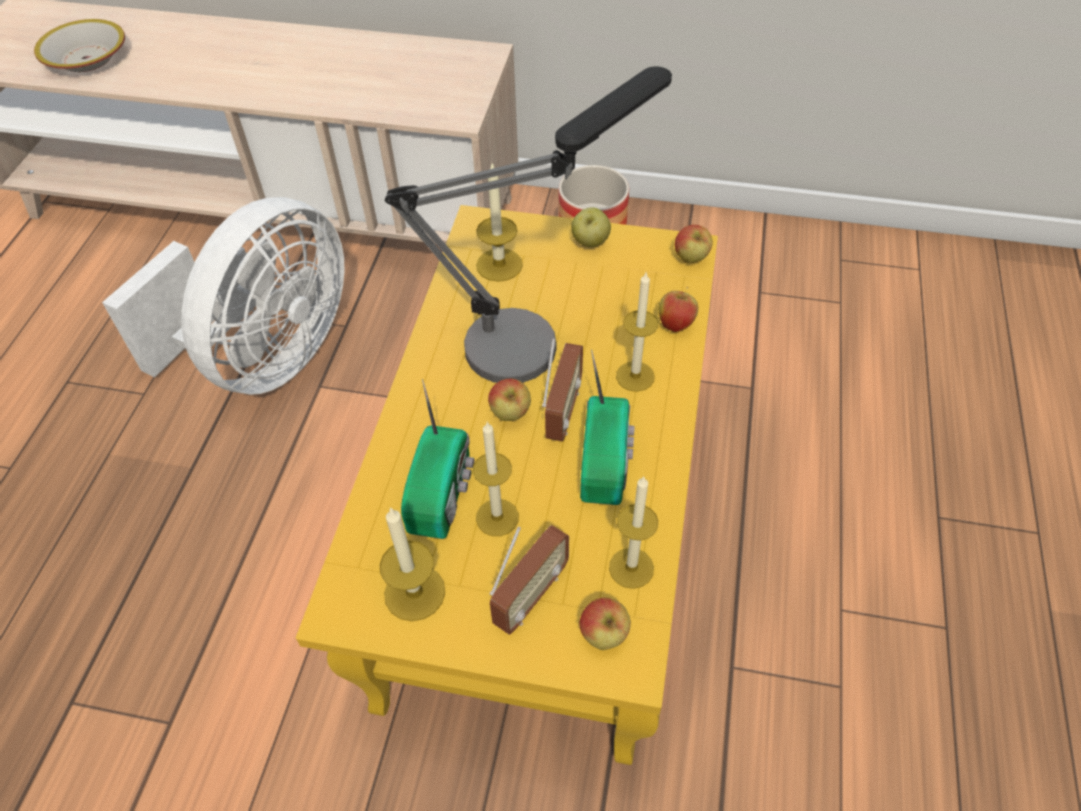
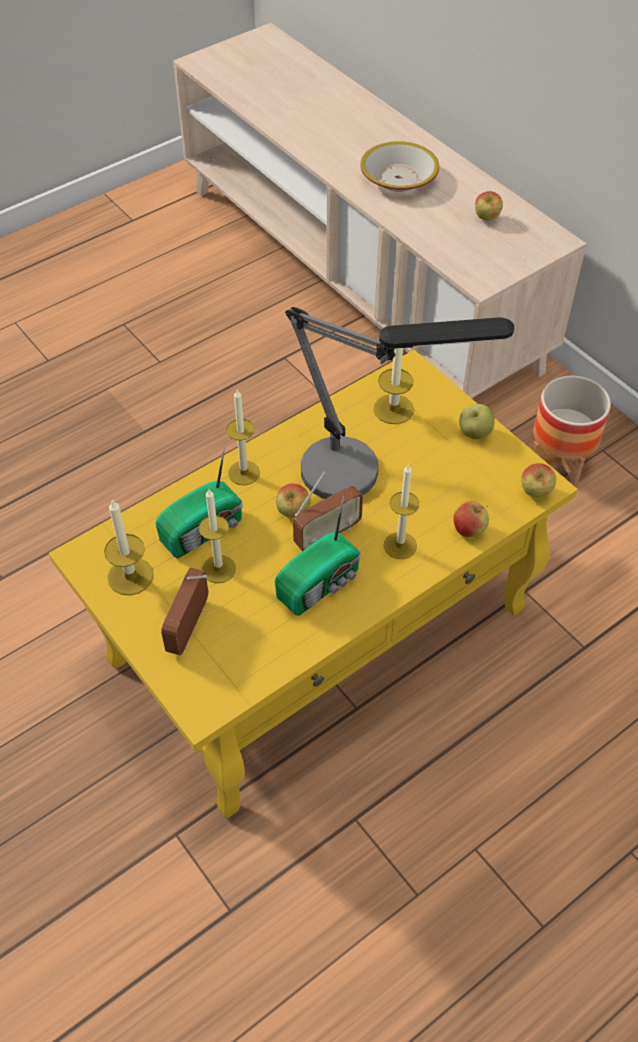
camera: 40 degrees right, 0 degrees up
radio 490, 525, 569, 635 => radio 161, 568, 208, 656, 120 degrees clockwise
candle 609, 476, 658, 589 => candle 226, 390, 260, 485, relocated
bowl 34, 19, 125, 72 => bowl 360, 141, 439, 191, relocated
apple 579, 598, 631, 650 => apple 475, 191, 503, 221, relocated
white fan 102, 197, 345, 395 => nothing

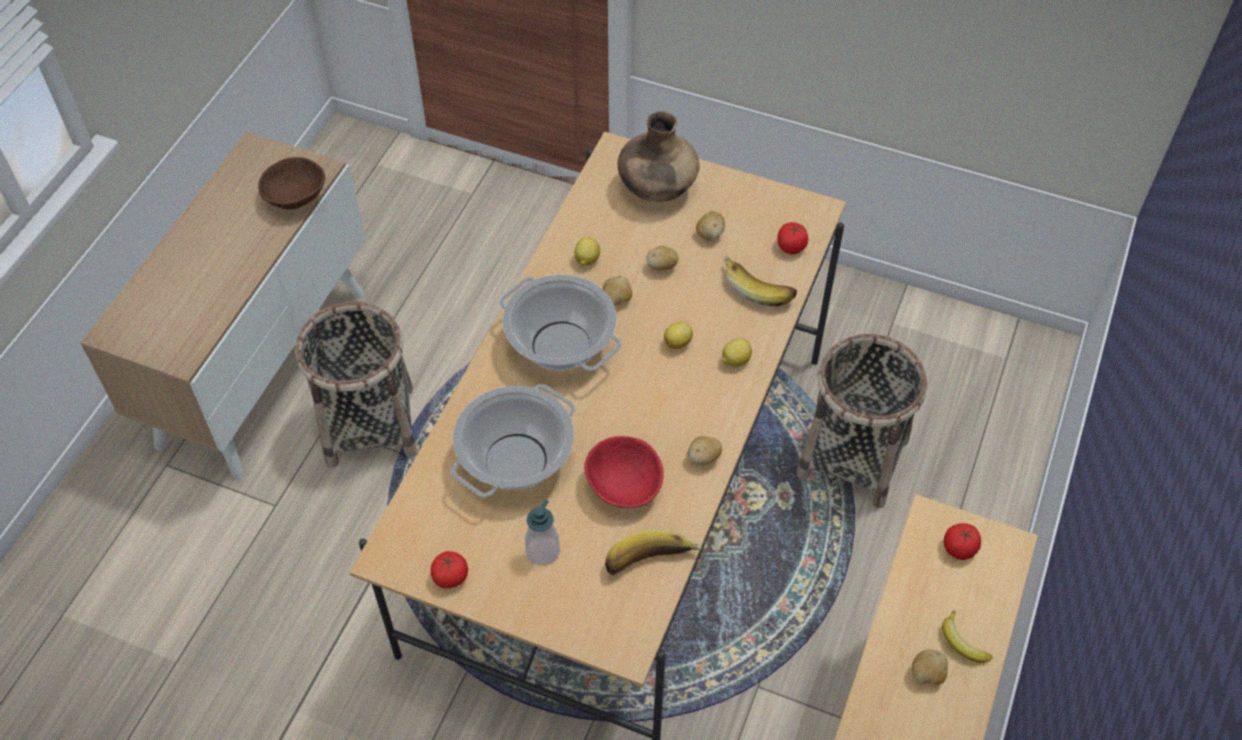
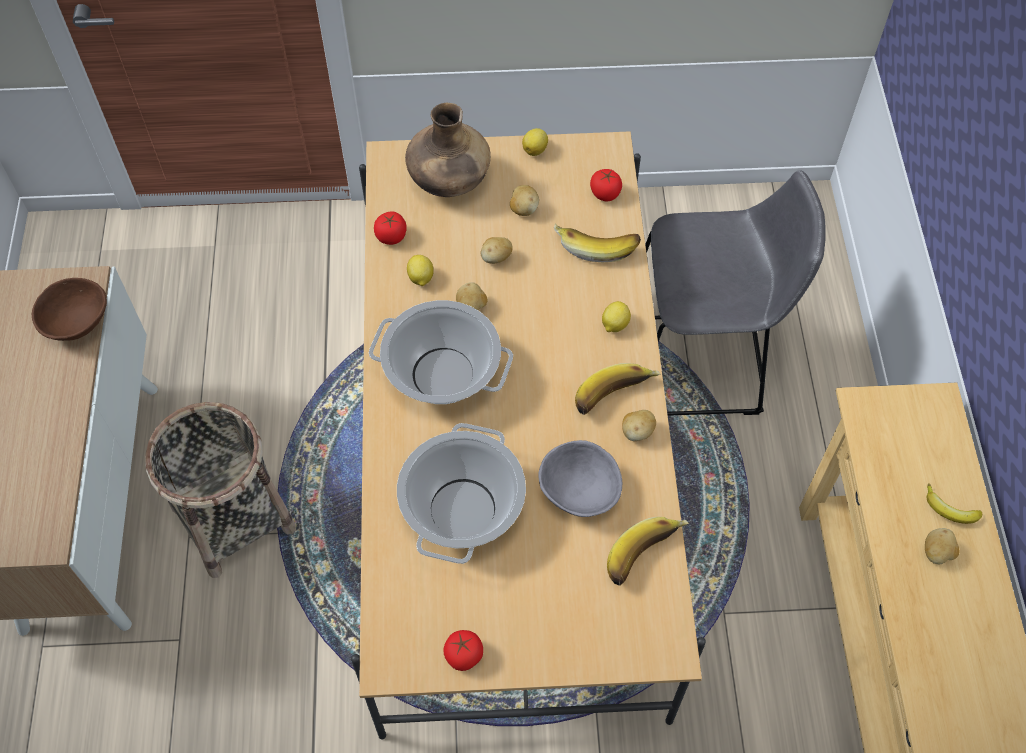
camera: 25 degrees left, 5 degrees up
tomato 944, 523, 981, 560 => tomato 374, 211, 406, 245, relocated
lemon 664, 322, 693, 349 => lemon 522, 128, 548, 156, relocated
red bowl 584, 436, 664, 508 => grey bowl 538, 440, 622, 517
nothing => banana 575, 363, 661, 415
basket 797, 334, 927, 508 => grey stool 645, 170, 826, 416
soap dispenser 525, 500, 560, 566 => nothing

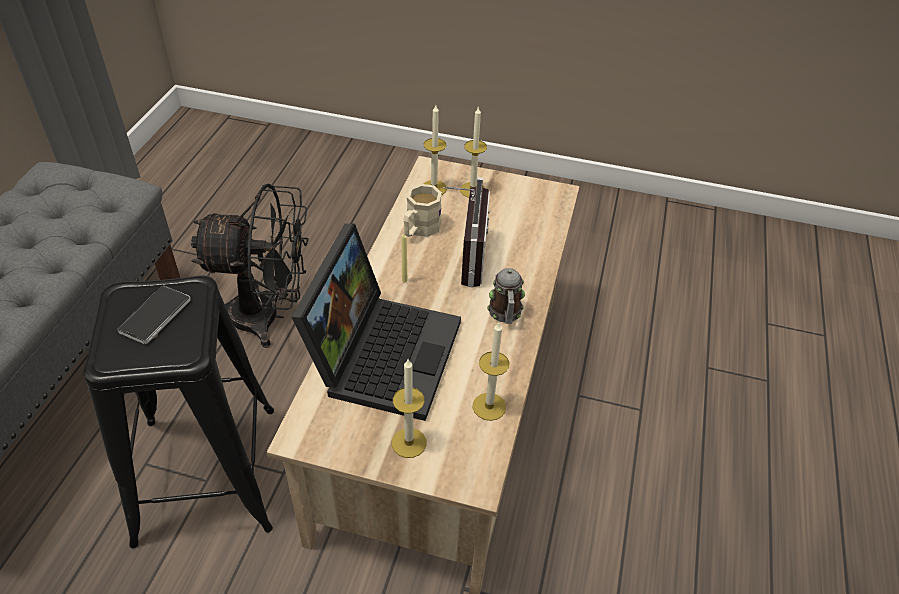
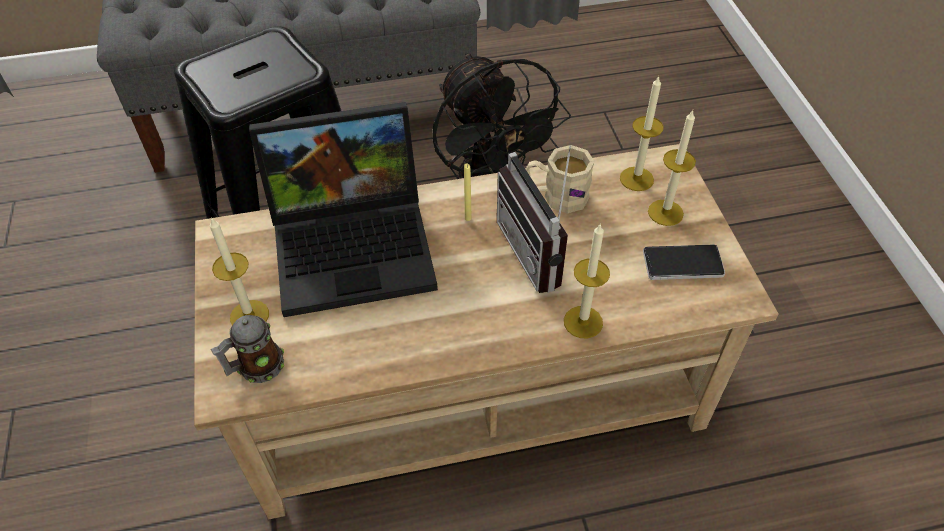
camera: 65 degrees right, 5 degrees up
mug 487, 268, 525, 324 => mug 211, 315, 284, 383, relocated
radio 443, 177, 490, 287 => radio 497, 145, 571, 293, 90 degrees clockwise
candle 472, 322, 510, 421 => candle 564, 224, 610, 338, relocated
phone 118, 286, 191, 344 => phone 643, 244, 725, 280, relocated

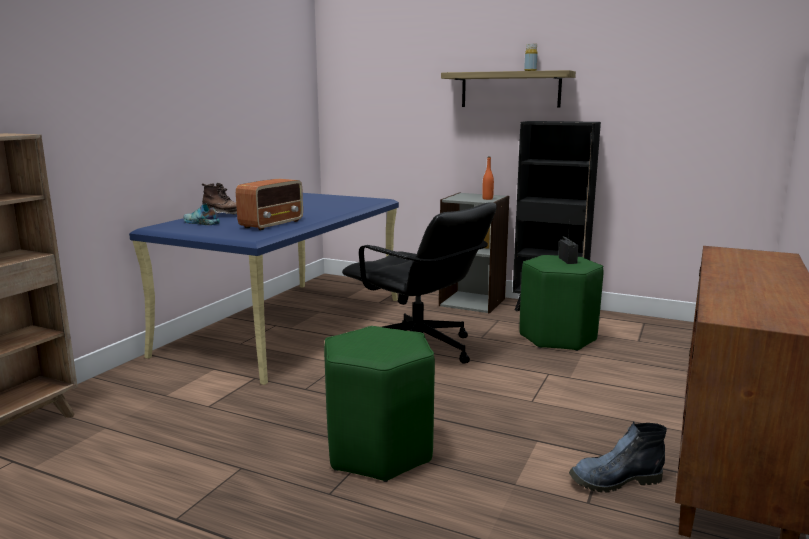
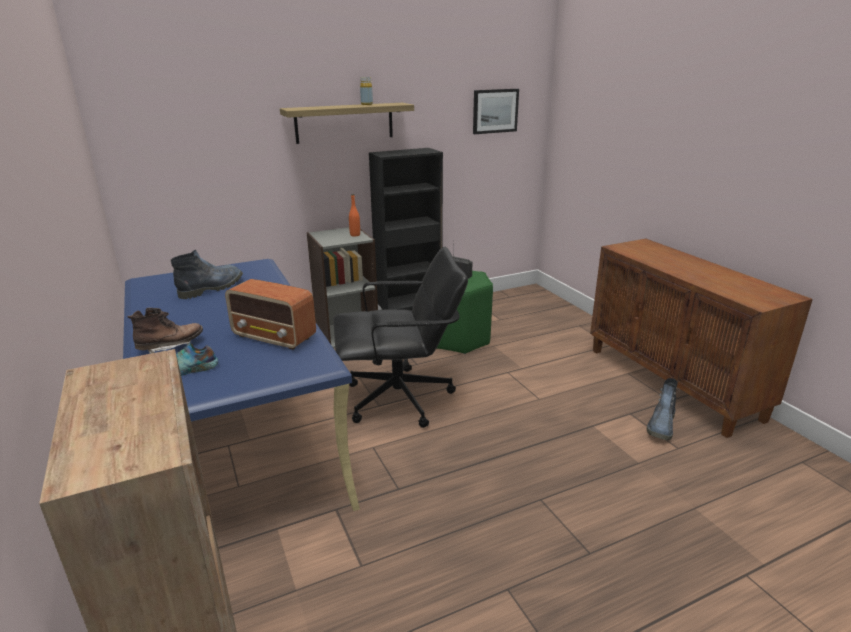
camera: 50 degrees left, 10 degrees up
nothing => boot 171, 250, 243, 299
radio 236, 179, 303, 230 => radio 225, 279, 316, 350, 135 degrees clockwise
nothing => picture 473, 89, 519, 134
green stool 324, 326, 435, 482 => nothing

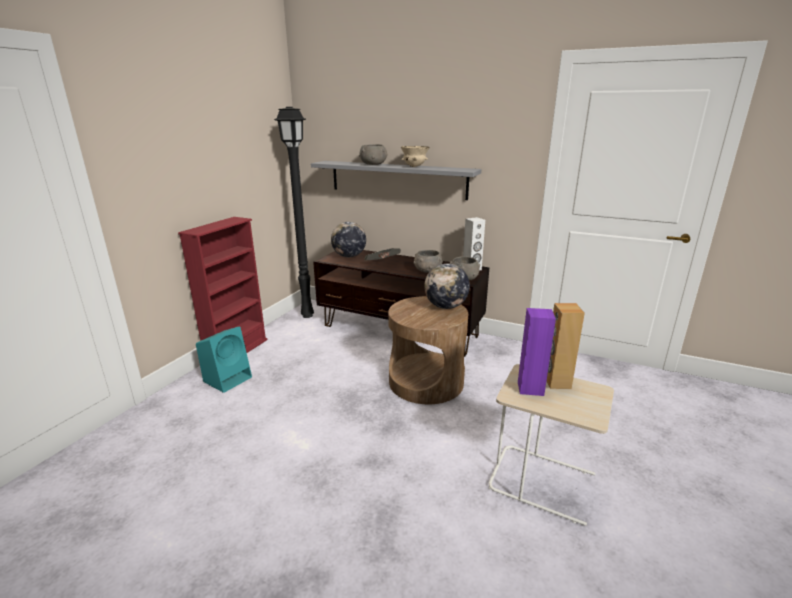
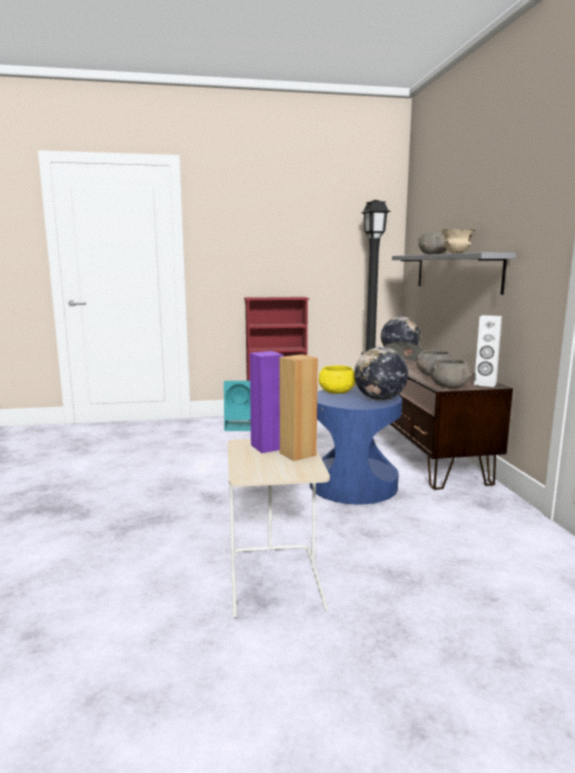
camera: 55 degrees right, 10 degrees down
brown side table 388, 296, 468, 404 => blue side table 310, 387, 402, 504
nothing => yellow bowl 318, 365, 355, 394

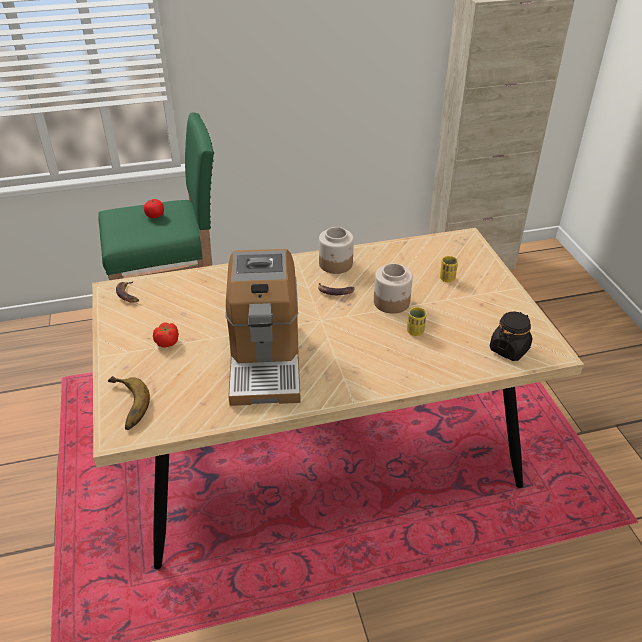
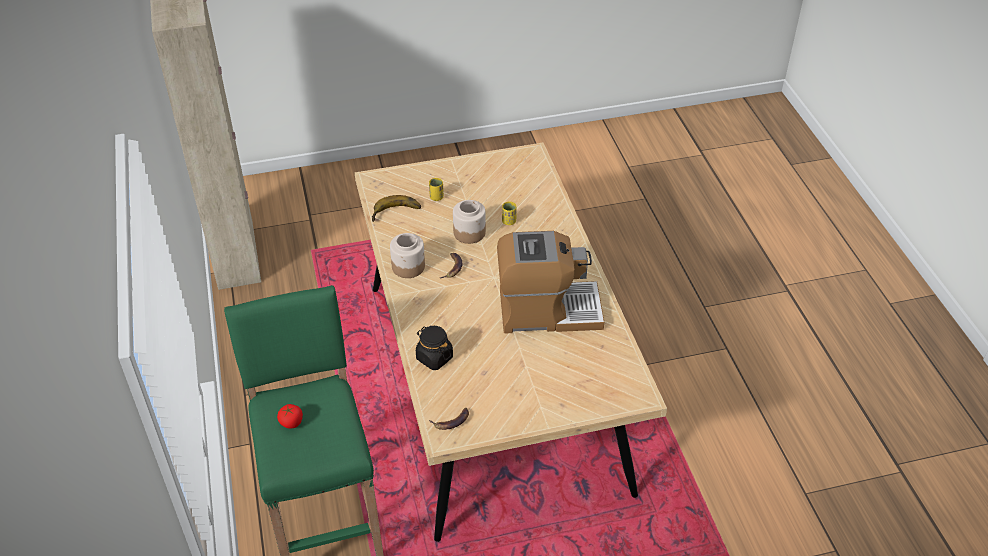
camera: 90 degrees left, 5 degrees up
banana 108, 376, 150, 430 => banana 372, 195, 421, 222, relocated
black jar 490, 312, 533, 361 => black jar 416, 326, 453, 370, relocated
tomato 153, 322, 179, 347 => nothing

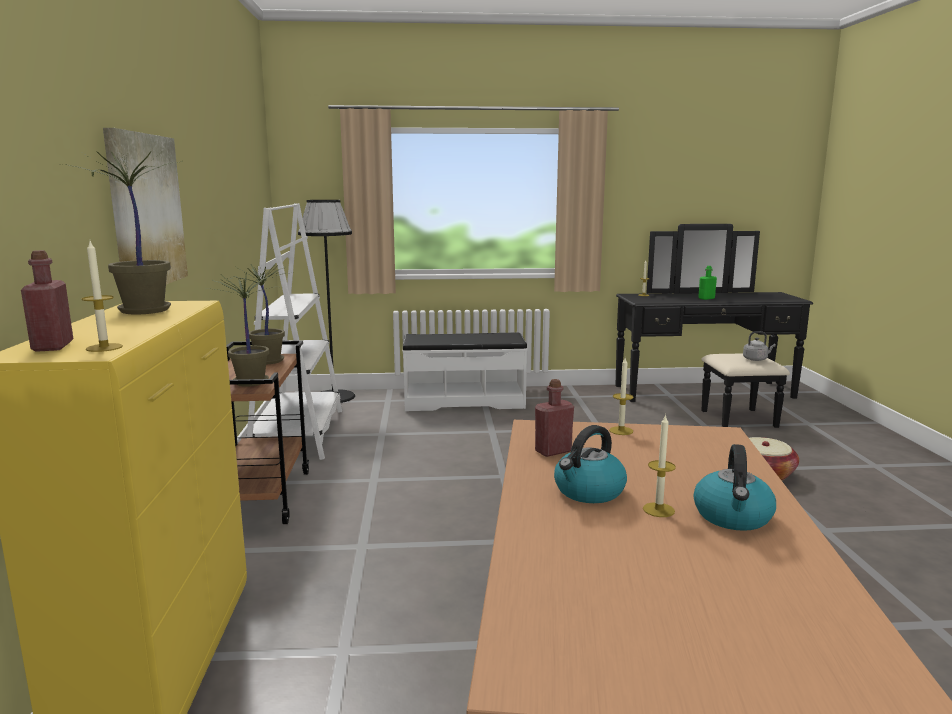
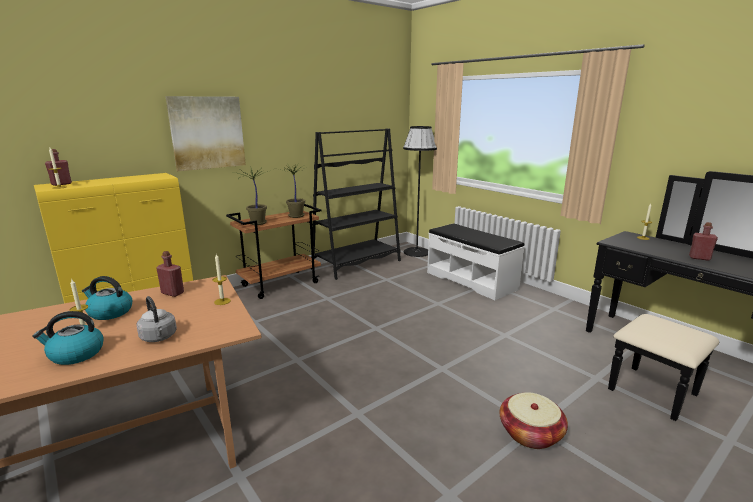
camera: 55 degrees right, 5 degrees up
grey kettle 743, 331, 776, 361 => grey kettle 136, 296, 177, 342, relocated
white bookcase 247, 203, 342, 460 => black bookcase 311, 129, 401, 280
green bottle 698, 266, 717, 300 => red bottle 689, 222, 718, 261
potted plant 64, 151, 182, 314 => nothing

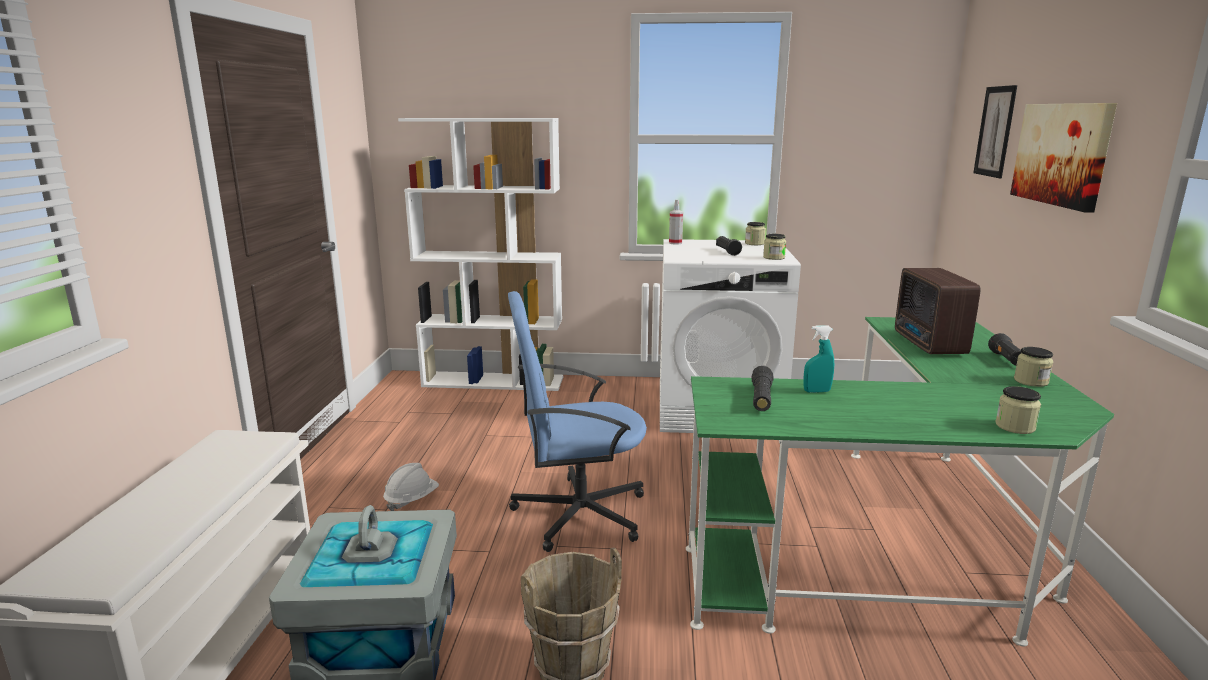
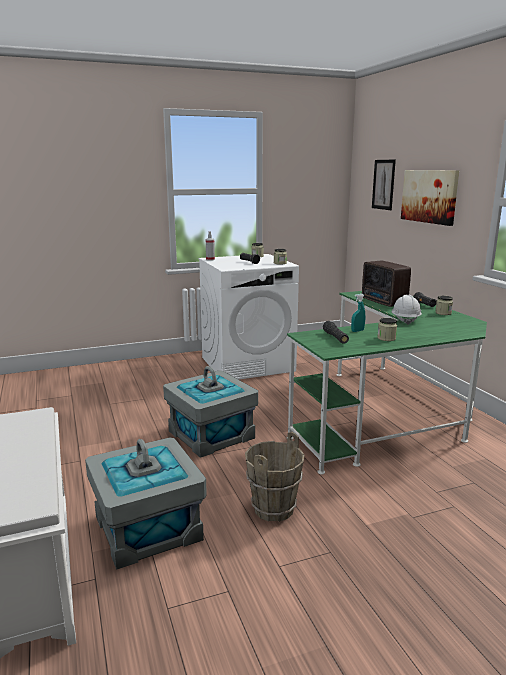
camera: 25 degrees left, 0 degrees up
blue office chair 508, 291, 647, 552 => grey storage box 163, 366, 258, 458
jar 995, 386, 1041, 434 => jar 377, 318, 397, 341, relocated
white hard hat 383, 463, 439, 511 => white hard hat 392, 295, 422, 325, relocated
white bookcase 398, 118, 563, 391 => nothing

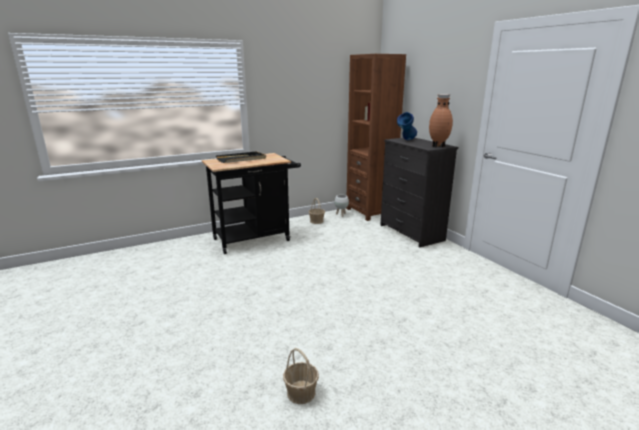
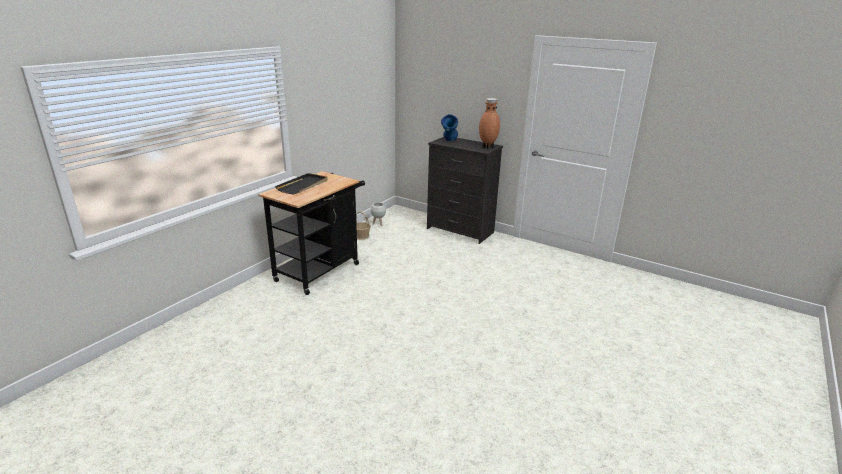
camera: 30 degrees left, 5 degrees up
basket 283, 348, 319, 404 => nothing
brown bookcase 346, 54, 406, 221 => nothing

